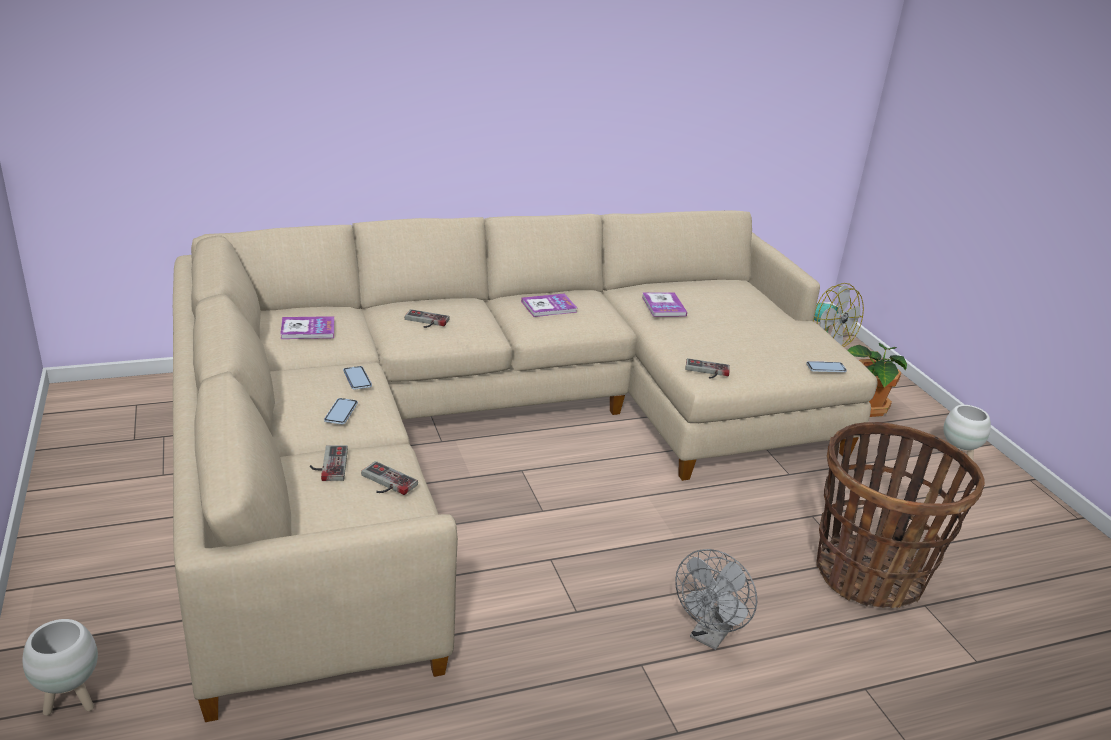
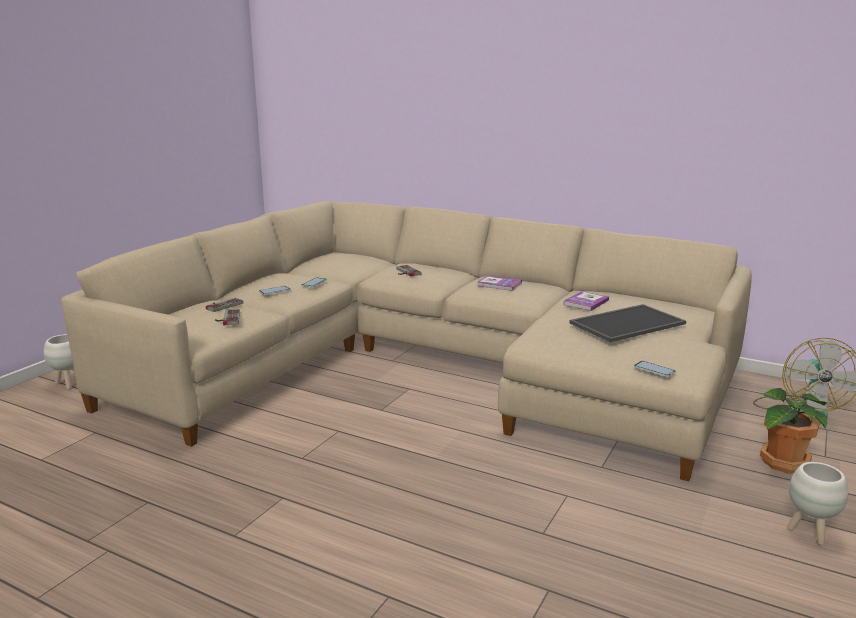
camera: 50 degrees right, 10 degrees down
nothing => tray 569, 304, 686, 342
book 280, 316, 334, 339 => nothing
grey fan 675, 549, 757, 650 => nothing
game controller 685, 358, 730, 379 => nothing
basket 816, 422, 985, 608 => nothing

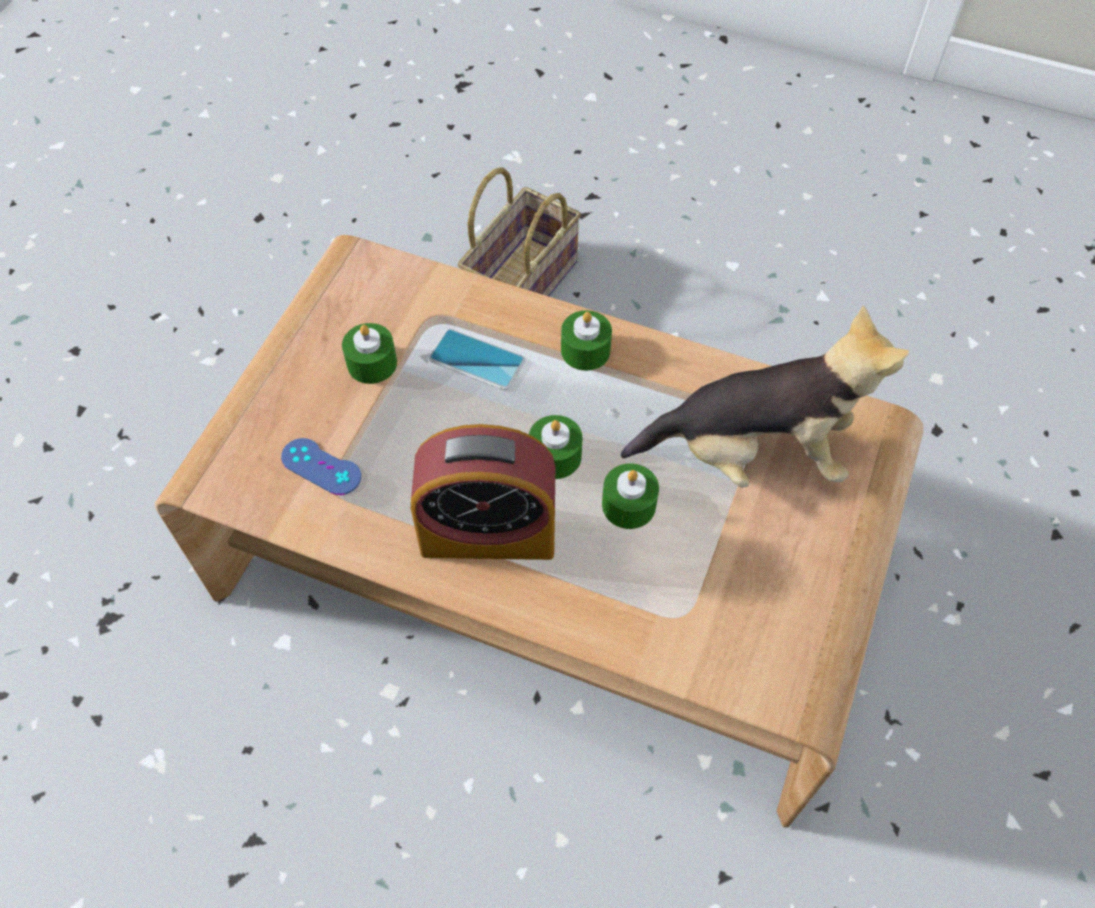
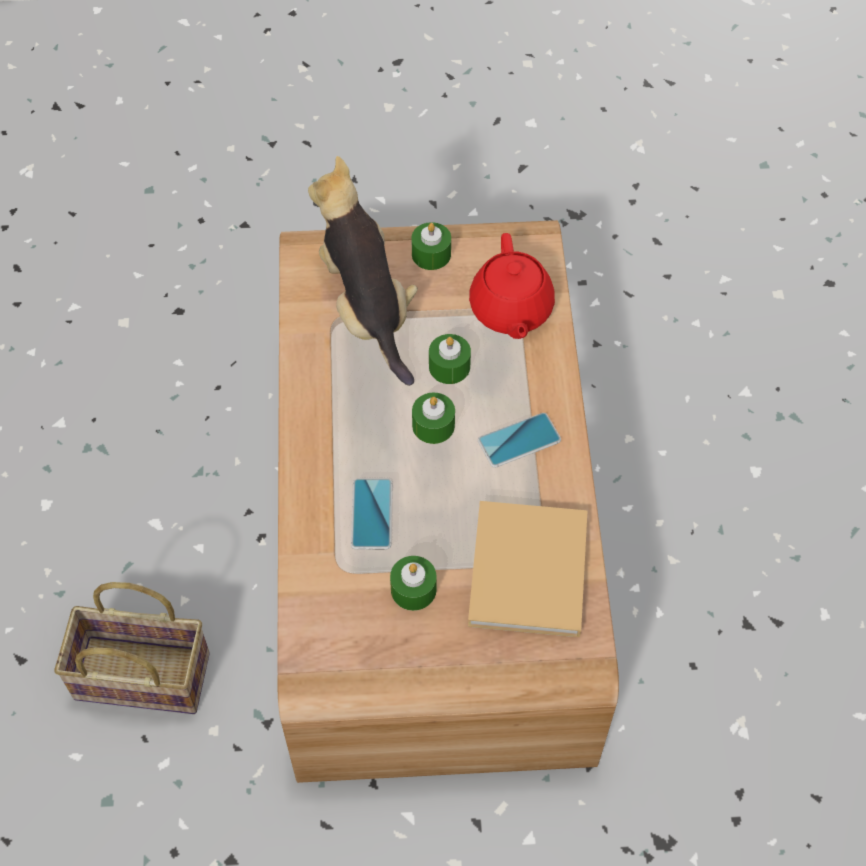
camera: 115 degrees left, 0 degrees up
green candle 561, 310, 612, 371 => green candle 412, 222, 451, 270, relocated
blue game controller 281, 438, 361, 495 => beige book 468, 501, 588, 637
nothing => red teapot 469, 233, 555, 339
alarm clock 411, 424, 555, 560 => phone 478, 413, 561, 468

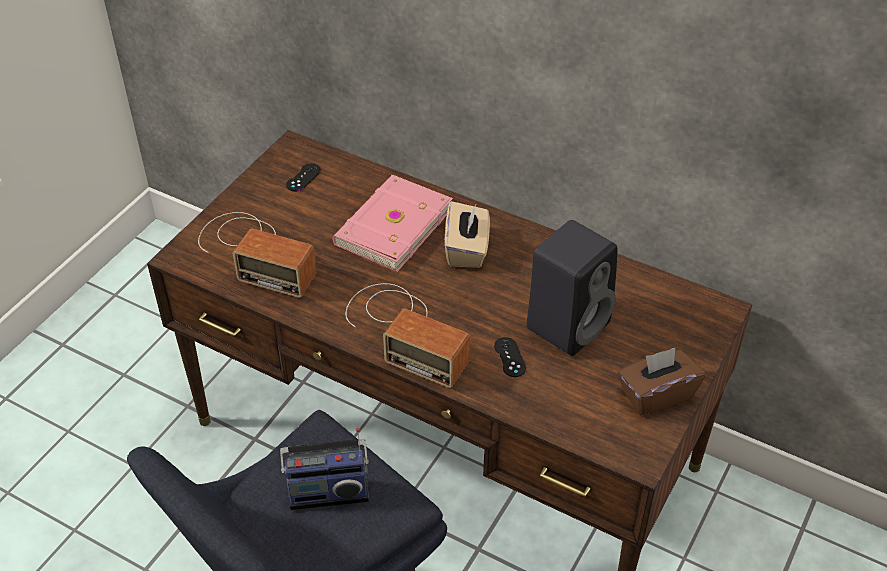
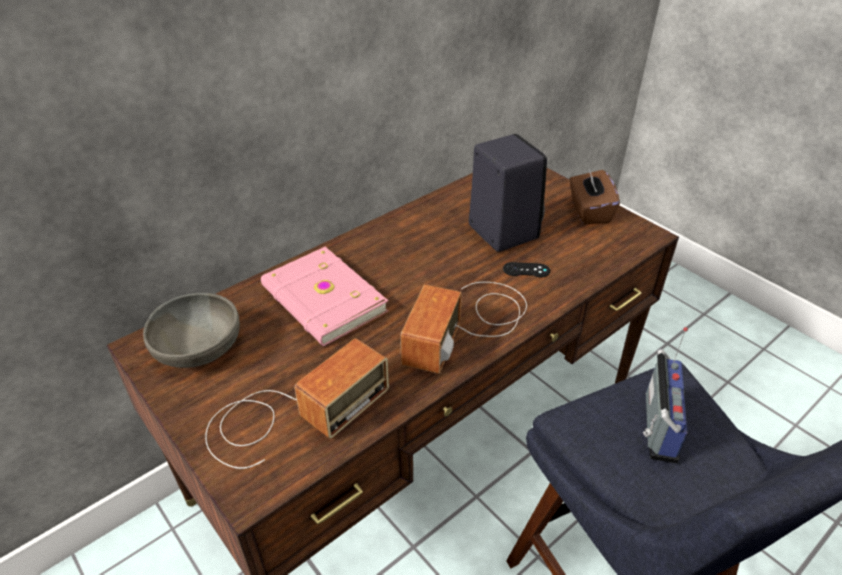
camera: 70 degrees left, 5 degrees down
black game controller 286, 163, 321, 191 => grey bowl 143, 293, 240, 368
radio 346, 283, 470, 388 => radio 400, 282, 527, 374, 150 degrees clockwise
beige tissue box 445, 201, 490, 268 => nothing

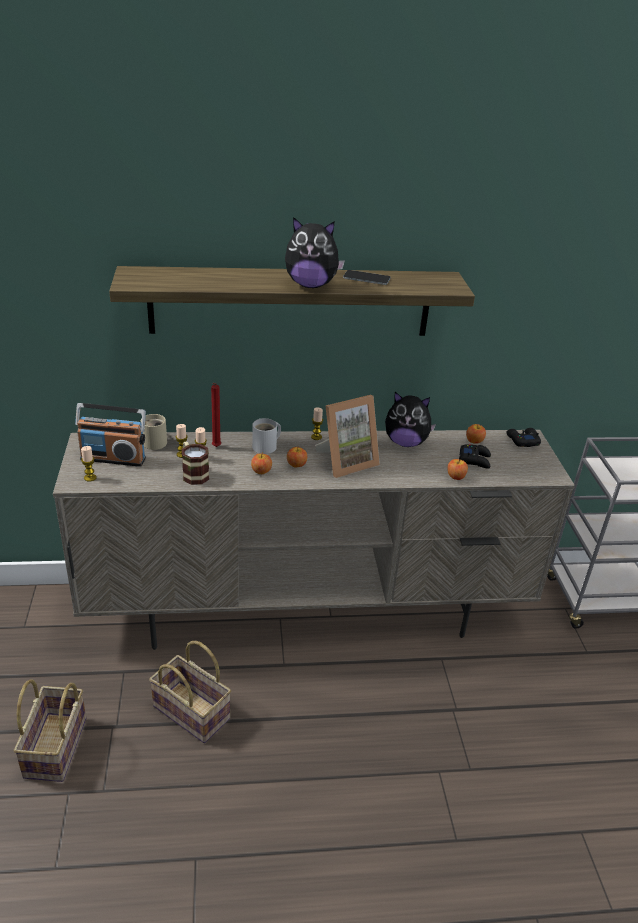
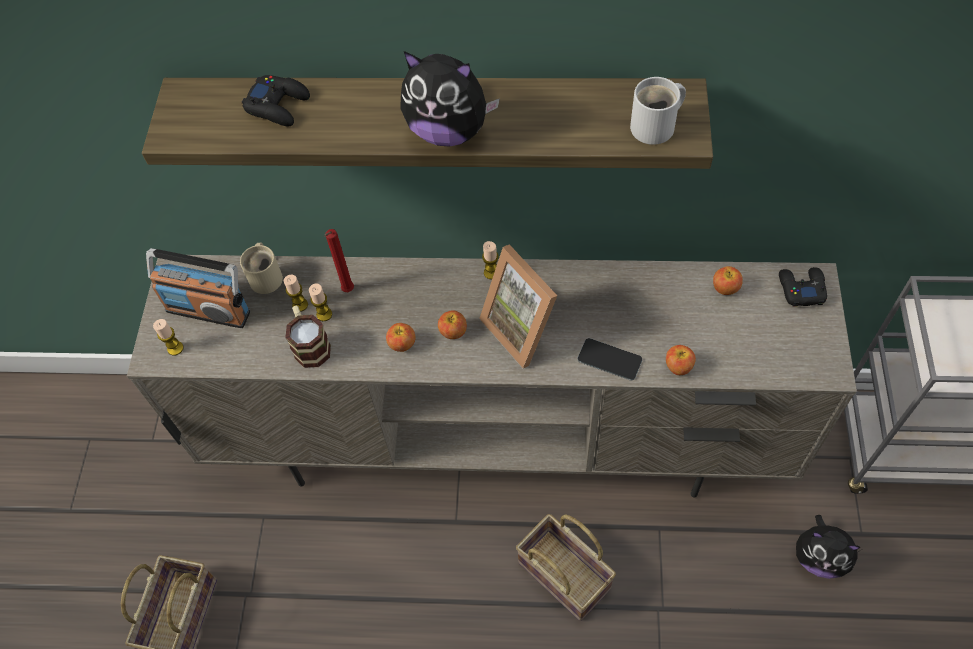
camera: 15 degrees right, 25 degrees up
black game controller 459, 444, 491, 469 => black game controller 242, 75, 310, 126, relocated
picture frame 315, 395, 380, 478 => picture frame 479, 244, 557, 368, 75 degrees clockwise
basket 149, 641, 231, 743 => basket 516, 514, 616, 621, relocated
phone 343, 270, 390, 285 => phone 578, 338, 642, 381, relocated
white mug 252, 418, 281, 454 => white mug 630, 77, 686, 145, relocated
plush toy 385, 392, 436, 447 => plush toy 796, 515, 861, 579, relocated

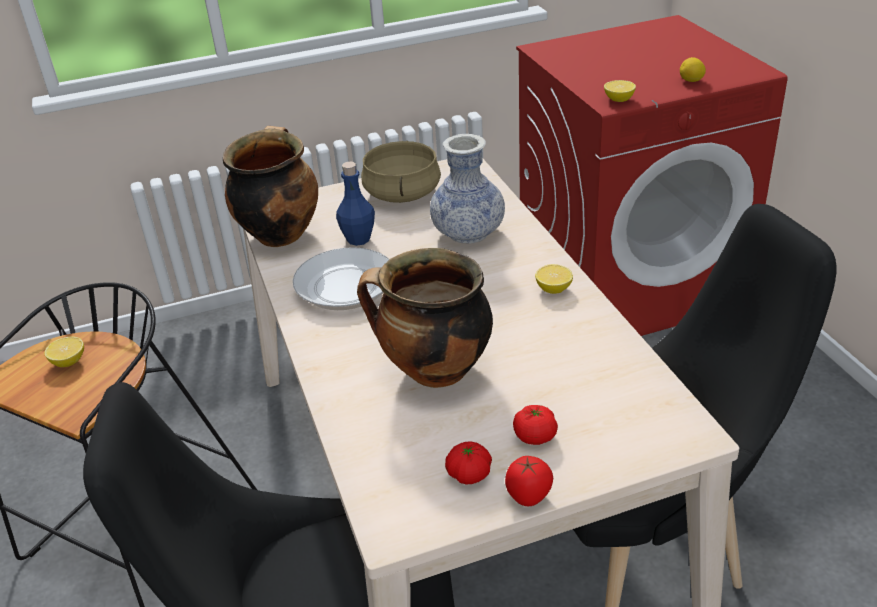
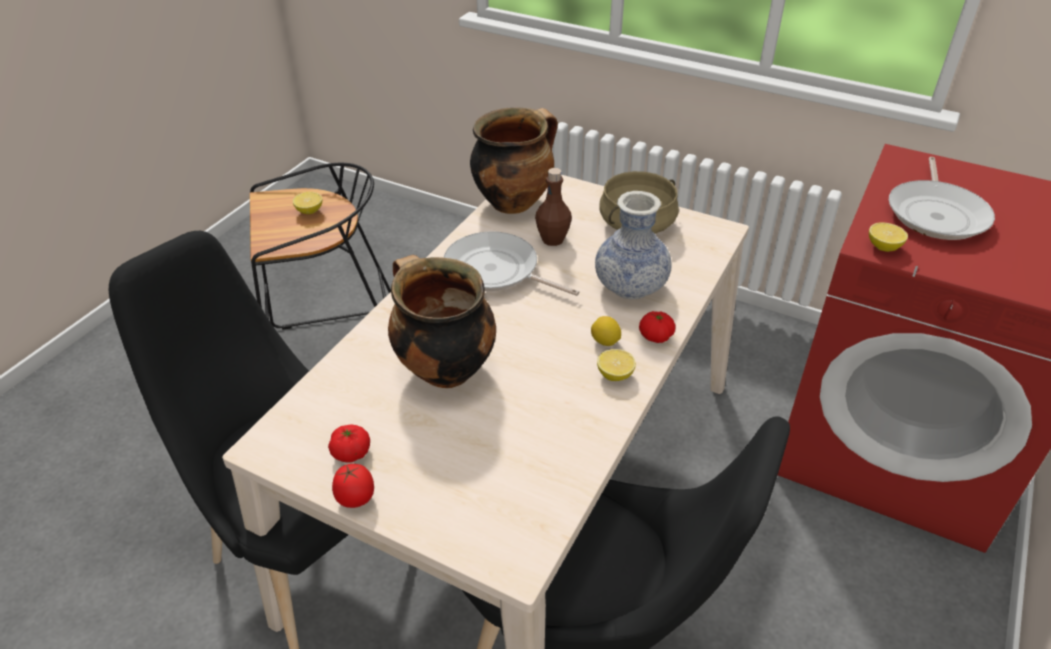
camera: 45 degrees right, 5 degrees up
blue bottle 336, 161, 375, 246 => brown bottle 535, 168, 572, 246
lemon 680, 57, 706, 82 => lemon 591, 316, 621, 346, relocated
tomato 513, 405, 558, 445 => tomato 639, 311, 676, 343, relocated
nothing => frying pan 889, 157, 995, 240

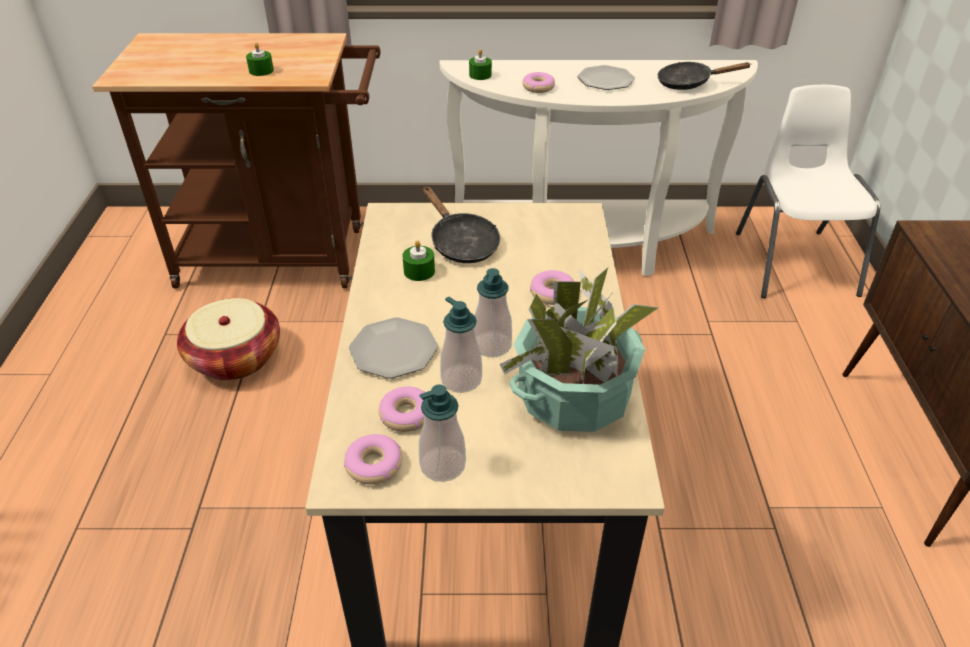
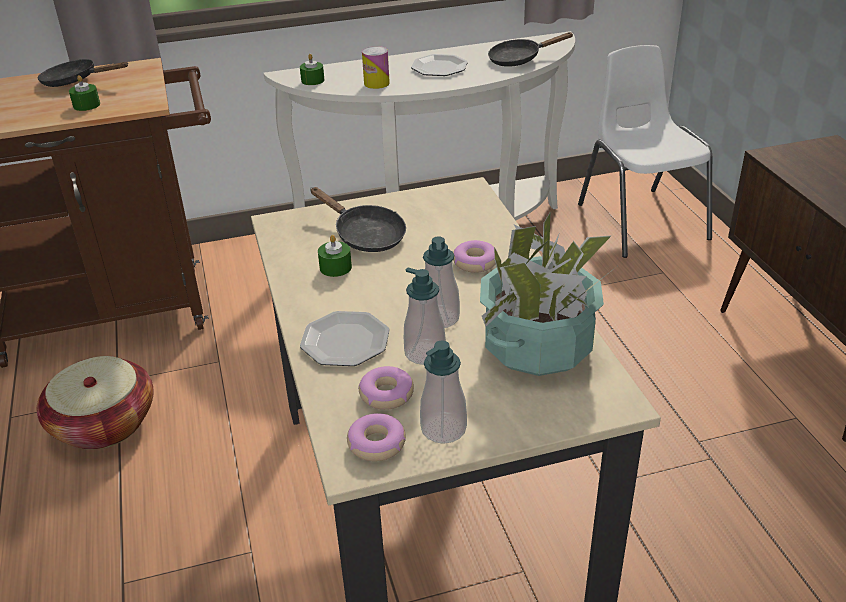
camera: 15 degrees left, 5 degrees down
nothing => black frying pan 38, 59, 128, 87
donut 522, 72, 555, 93 => can 362, 46, 390, 89

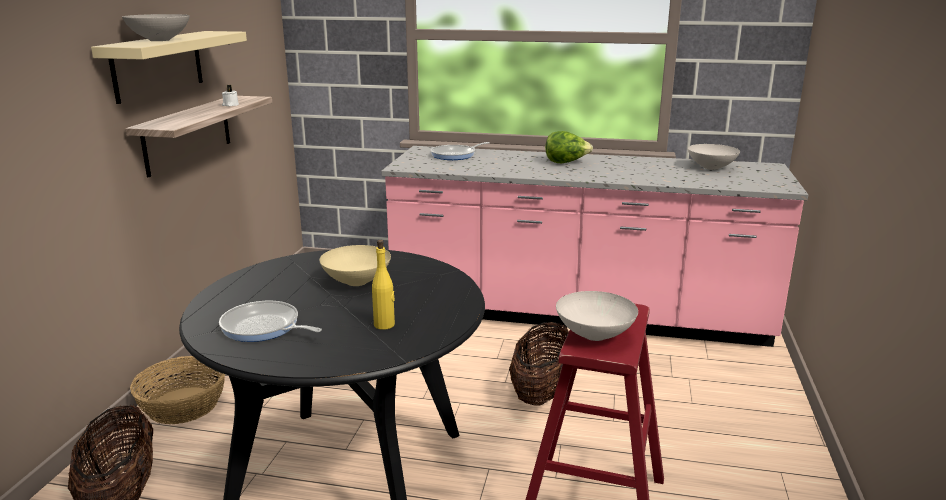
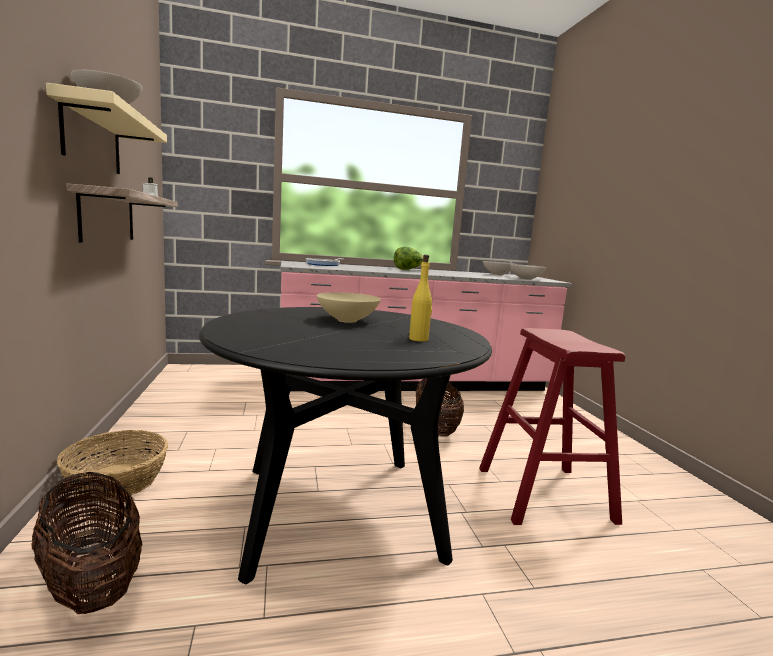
camera: 25 degrees left, 10 degrees down
white bowl 556, 291, 638, 341 => white bowl 510, 264, 547, 280, relocated
frying pan 219, 301, 322, 342 => nothing

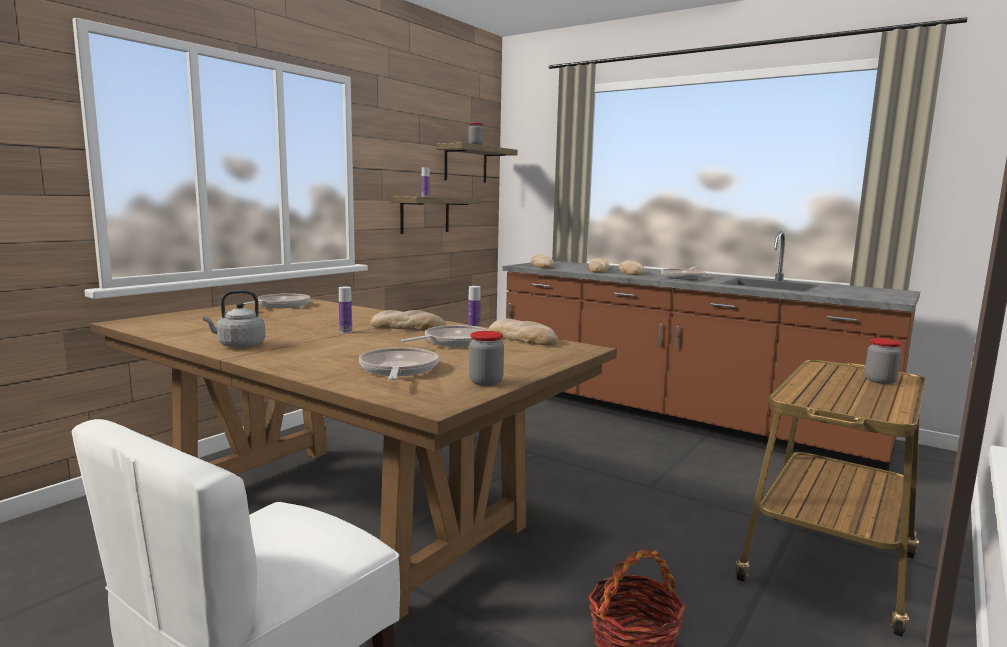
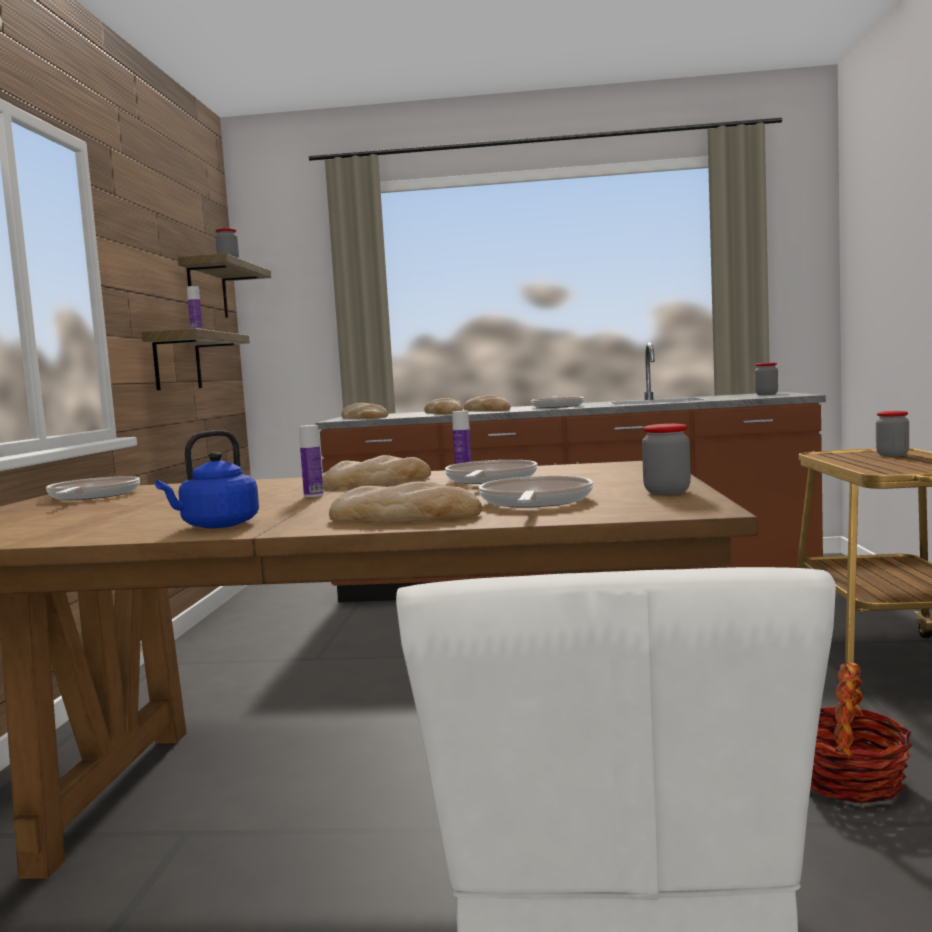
camera: 30 degrees left, 5 degrees down
grey kettle 203, 290, 266, 348 => blue kettle 155, 430, 259, 528
bread 488, 318, 558, 345 => bread 329, 481, 482, 523, relocated
frying pan 359, 347, 439, 380 => frying pan 479, 476, 593, 508, 45 degrees clockwise
nothing => jar 755, 363, 778, 395

